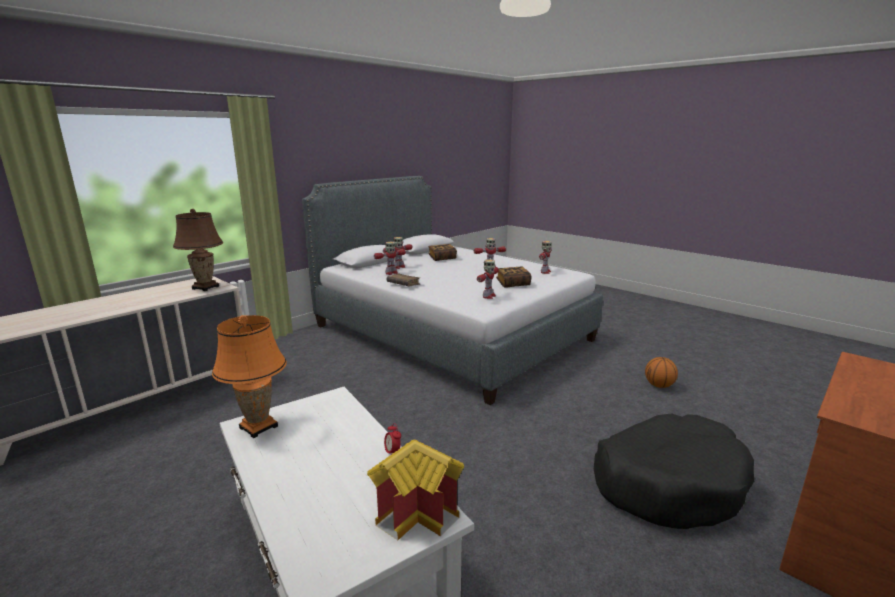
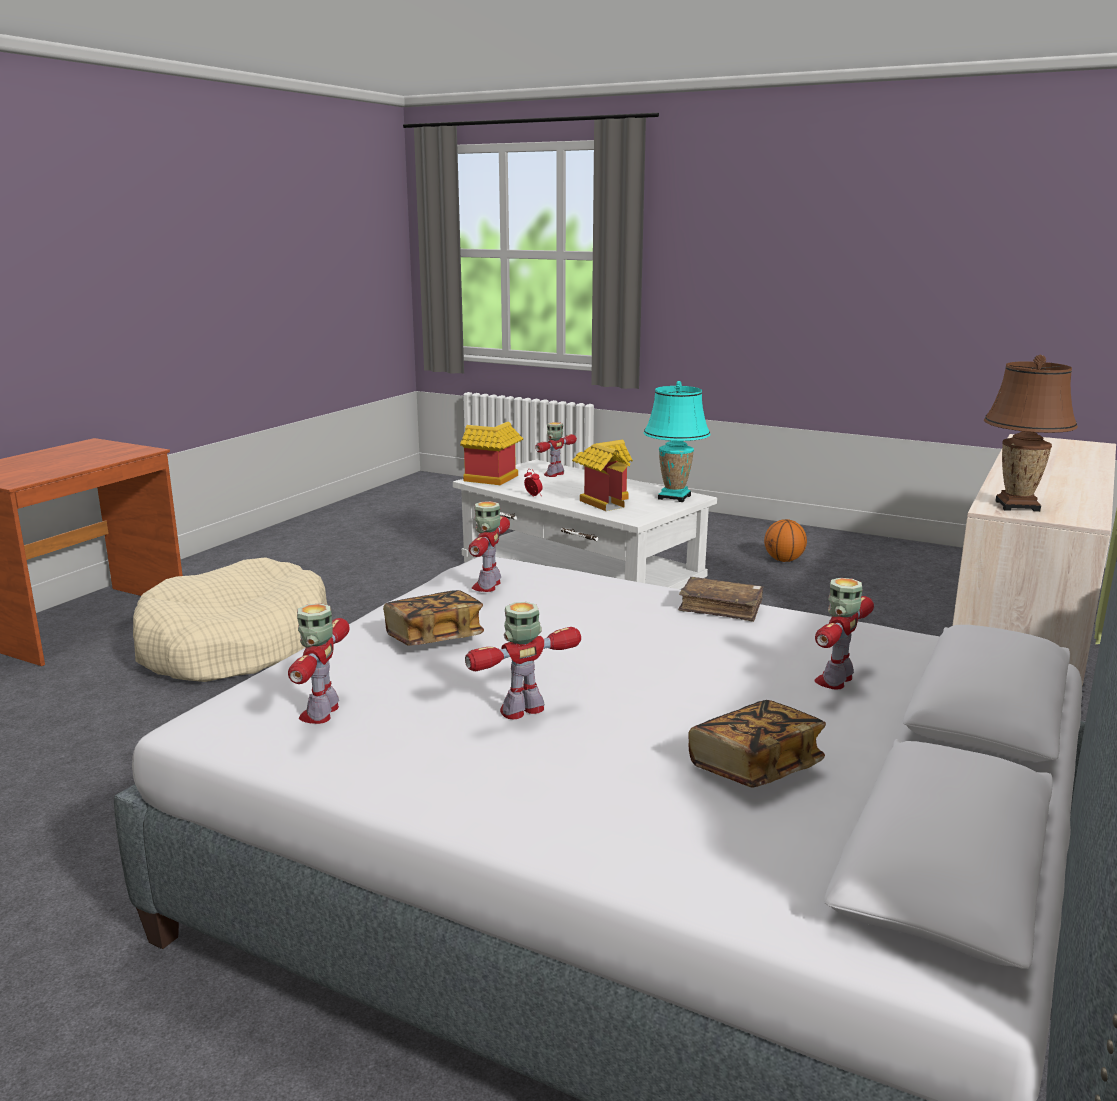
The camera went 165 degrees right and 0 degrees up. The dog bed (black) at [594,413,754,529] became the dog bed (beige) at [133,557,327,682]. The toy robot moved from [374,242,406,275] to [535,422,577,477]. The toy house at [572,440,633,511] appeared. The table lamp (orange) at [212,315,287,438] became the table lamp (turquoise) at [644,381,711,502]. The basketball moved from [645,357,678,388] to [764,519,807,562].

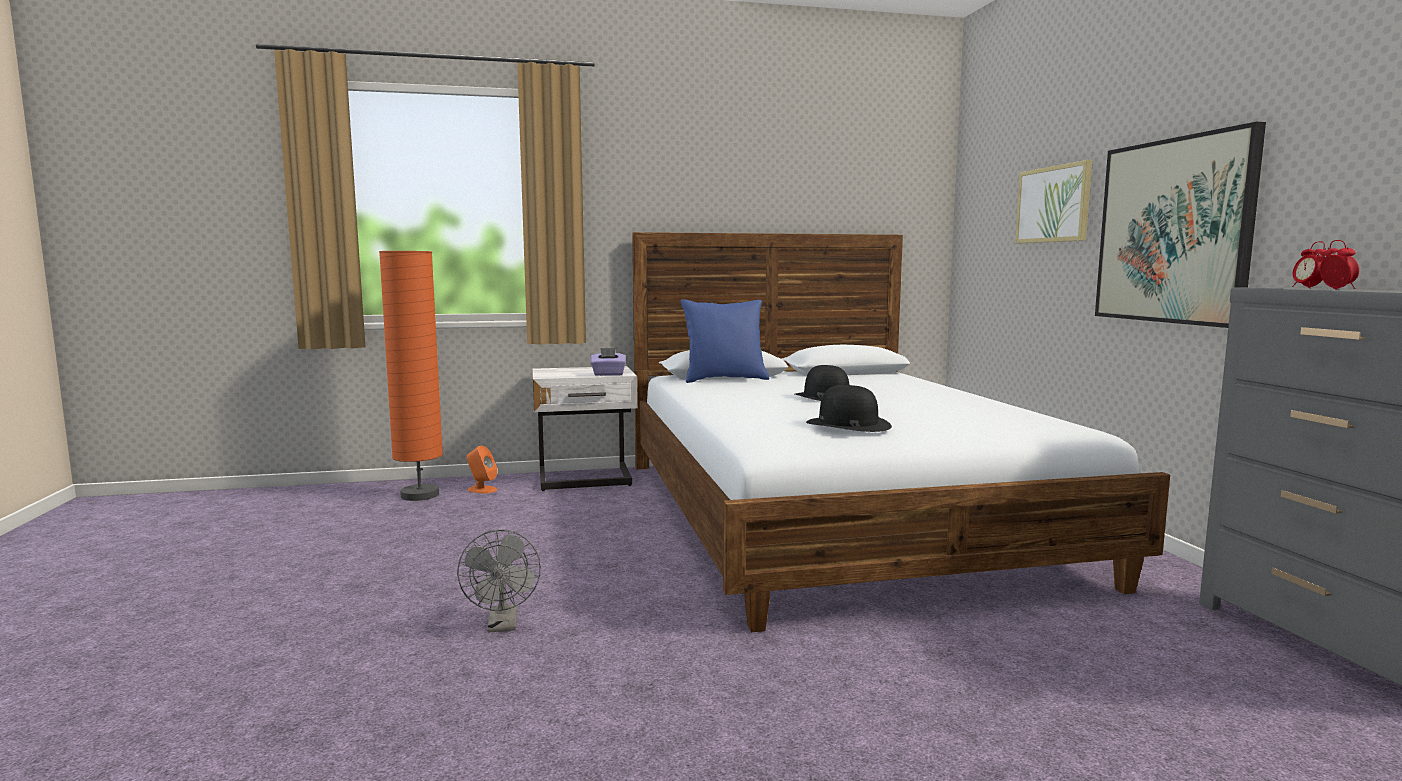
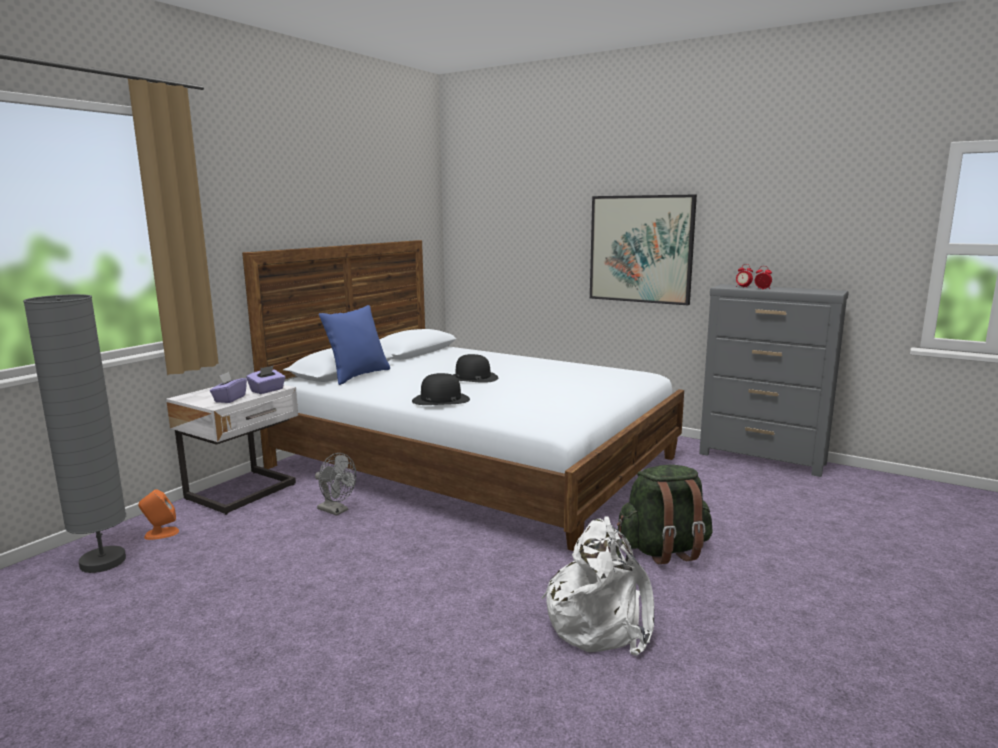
The camera went 45 degrees left and 5 degrees up. The floor lamp (orange) at [379,251,443,501] became the floor lamp (grey) at [23,294,126,573]. The tissue box (purple) at [210,372,247,403] appeared. The fan (grey) moved from [457,529,541,632] to [315,453,356,516]. The hat (black) moved from [806,385,892,432] to [412,373,470,405]. The backpack (white) at [541,516,654,656] appeared. The backpack (green) at [617,465,713,564] appeared. The picture at [1015,160,1092,243] disappeared.

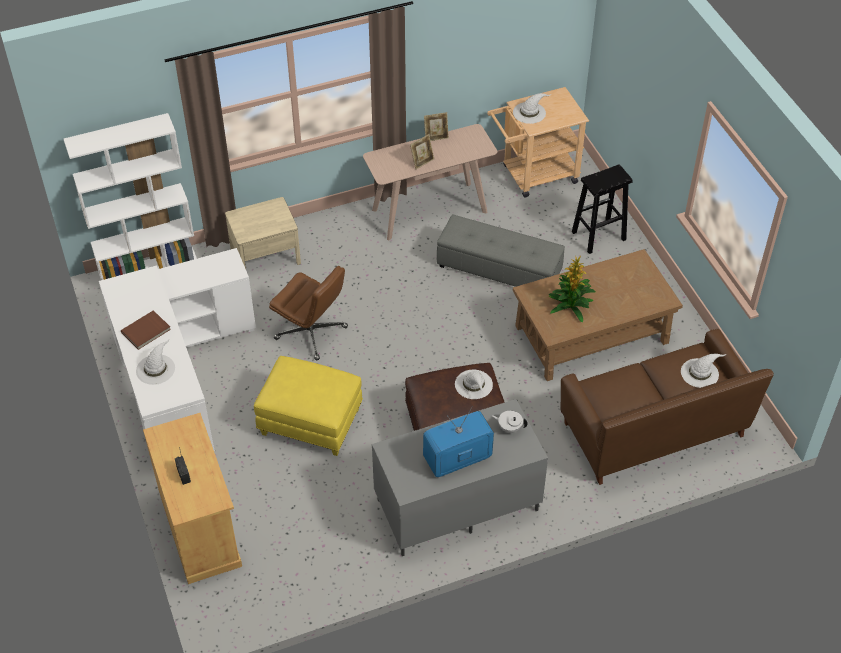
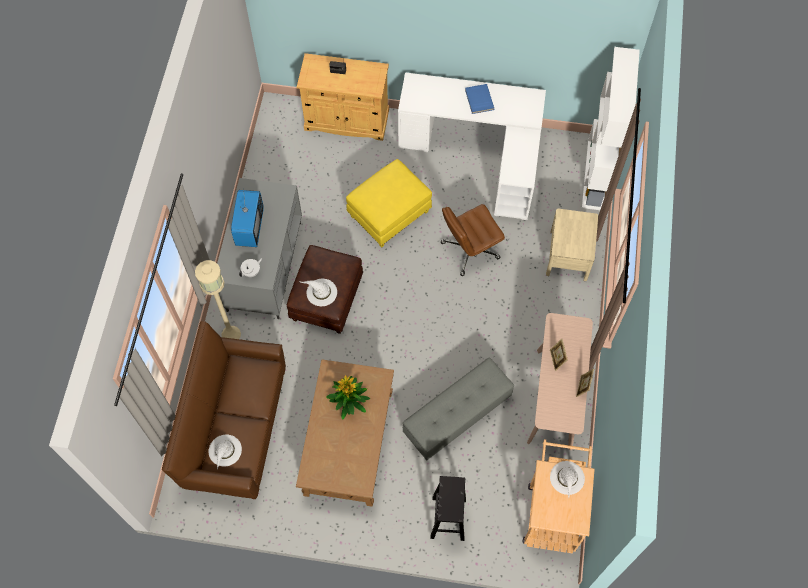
The camera went 120 degrees right and 15 degrees up. The floor lamp (beige) at [195,260,241,339] appeared. The book (brown) at [121,310,171,350] became the book (blue) at [465,84,494,114]. The hat (white) at [136,340,175,385] disappeared.

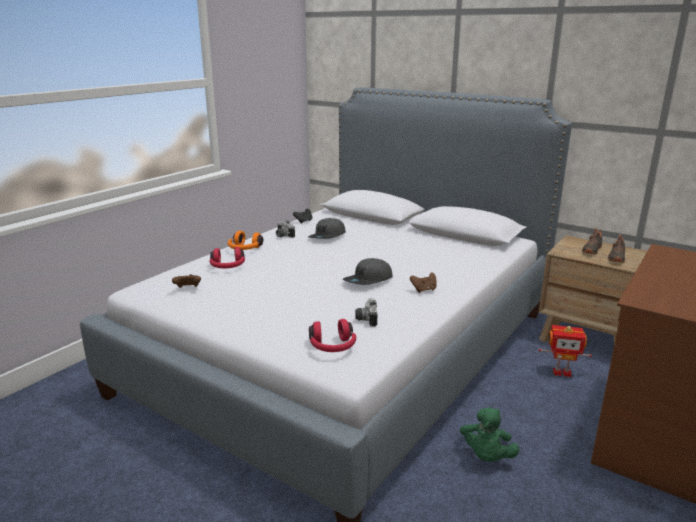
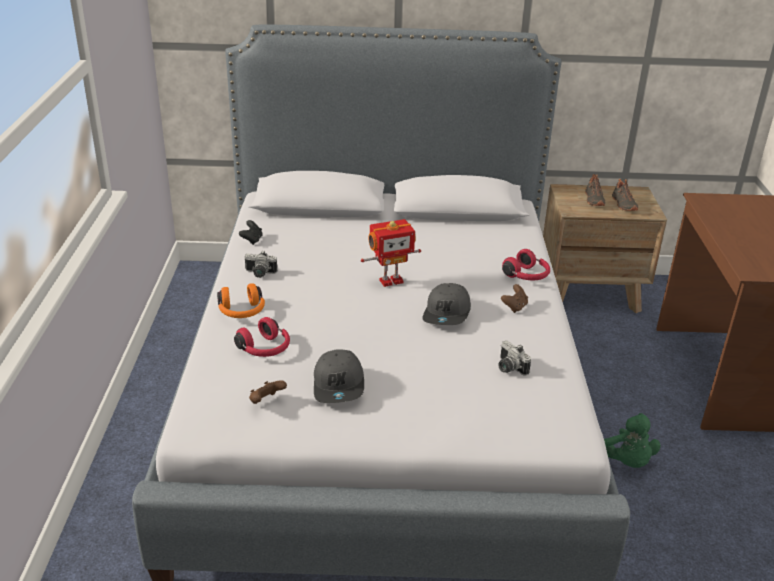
The camera went 35 degrees left and 10 degrees up. The cap (grey) moved from [308,218,346,239] to [314,349,364,403]. The toy robot moved from [539,325,592,377] to [361,219,421,287]. The headphones (red) moved from [309,319,356,352] to [502,249,550,280].

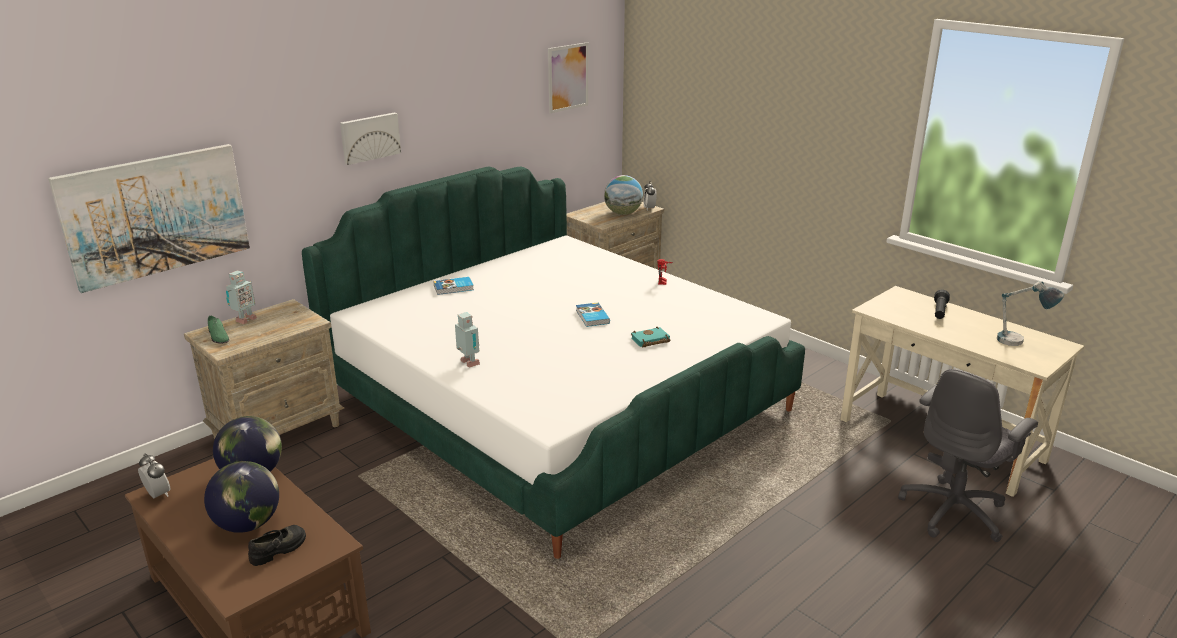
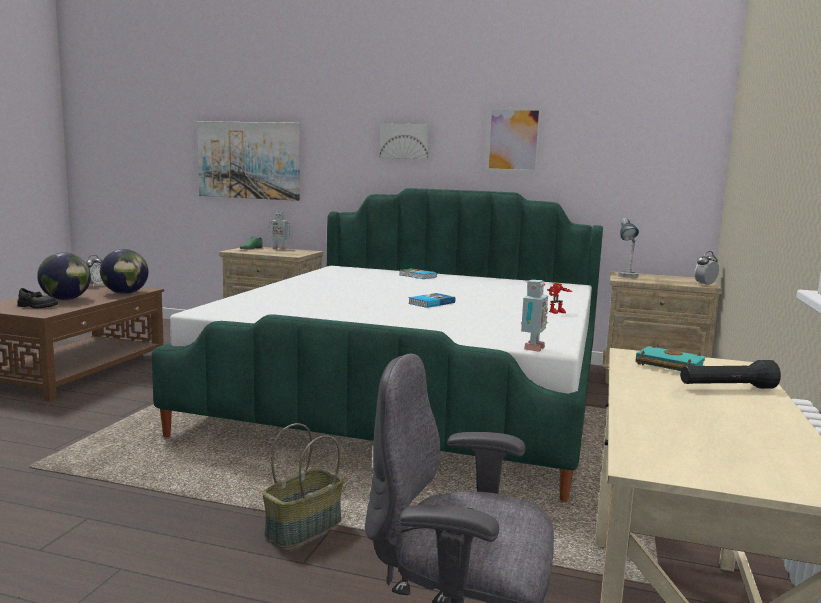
The camera went 60 degrees right and 15 degrees down. The basket at [262,423,344,548] appeared. The picture moved from [548,42,588,113] to [486,107,542,173]. The toy robot moved from [455,312,480,368] to [521,280,548,352]. The table lamp moved from [997,281,1064,346] to [618,218,639,278]. The book (turquoise) moved from [631,326,670,348] to [635,344,706,371]. The globe at [604,175,643,215] disappeared.

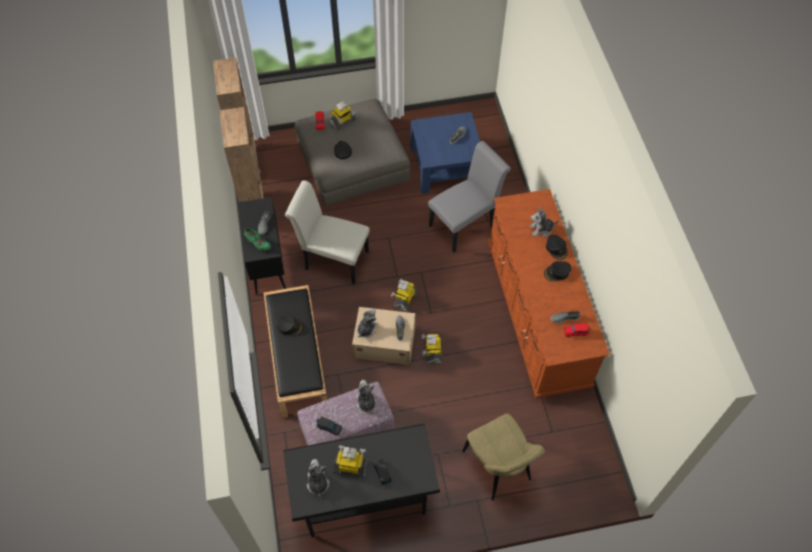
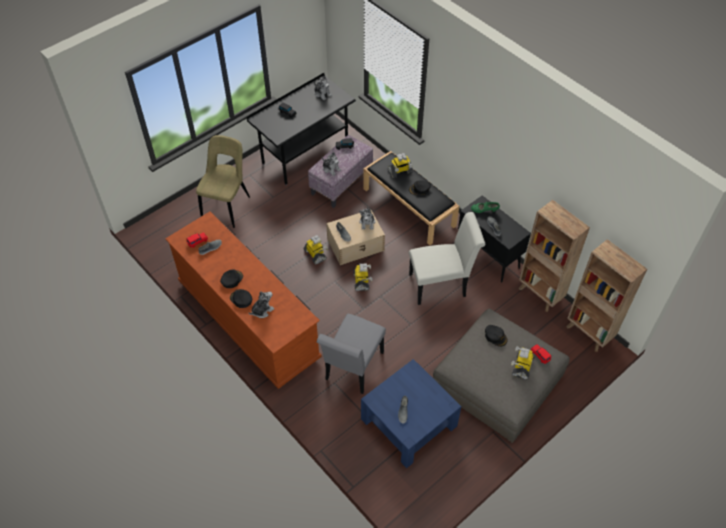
The camera went 150 degrees right and 5 degrees down. The chair (beige) at [462,414,545,501] turned 75 degrees clockwise. The toy robot moved from [333,445,368,478] to [388,153,413,178].

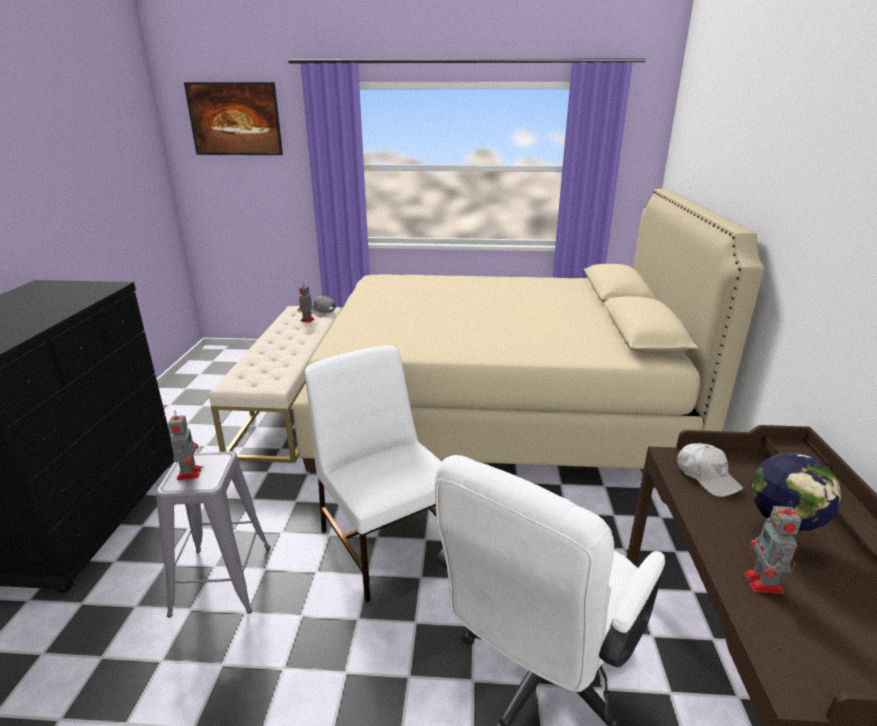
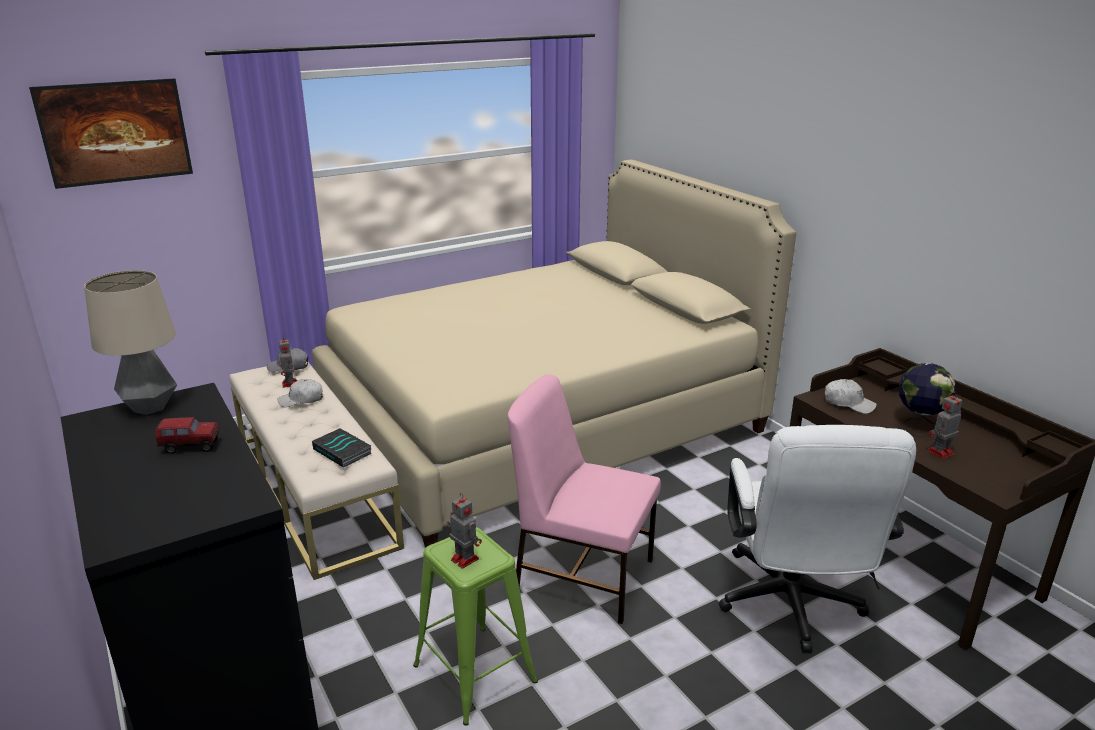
The camera went 35 degrees left and 0 degrees up. The table lamp at [84,270,177,415] appeared. The toy truck at [155,417,219,454] appeared. The cap (white) at [277,379,323,407] appeared. The book at [312,428,372,468] appeared. The stool (grey) at [155,451,270,618] became the stool (green) at [413,527,538,725]. The chair (white) at [305,345,442,602] became the chair (pink) at [508,374,661,624]. The toy robot at [744,501,801,594] turned 90 degrees clockwise.

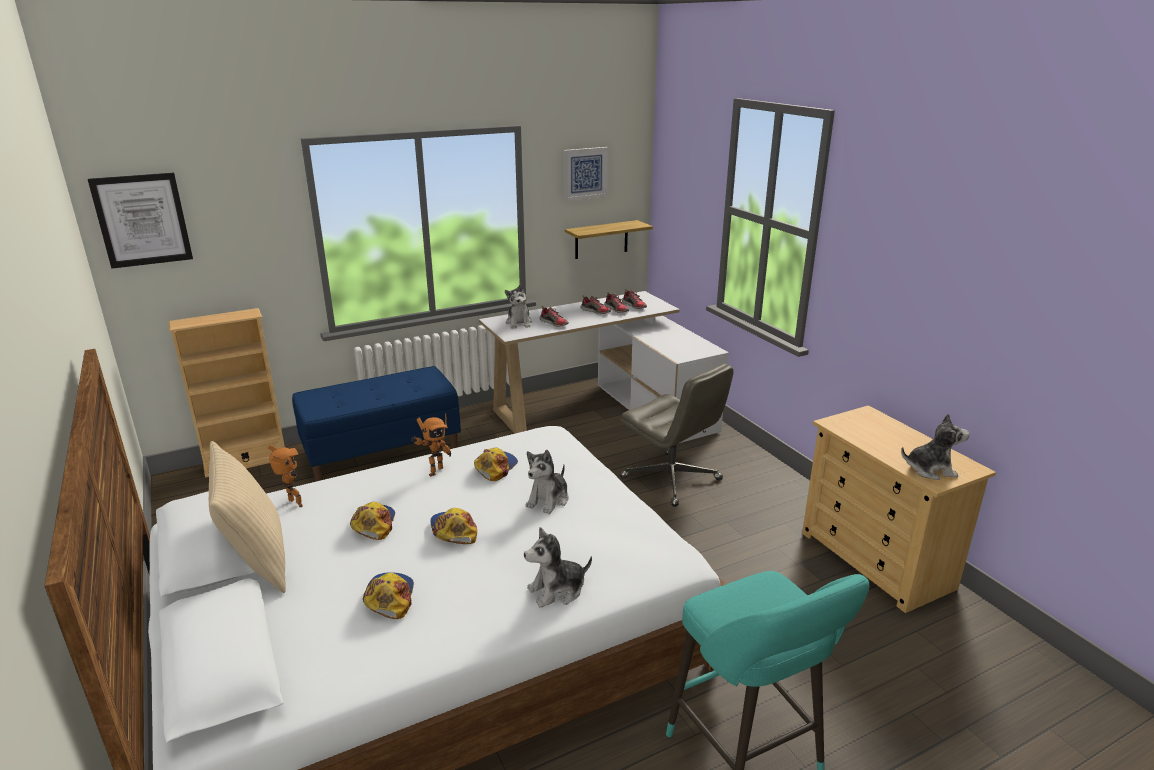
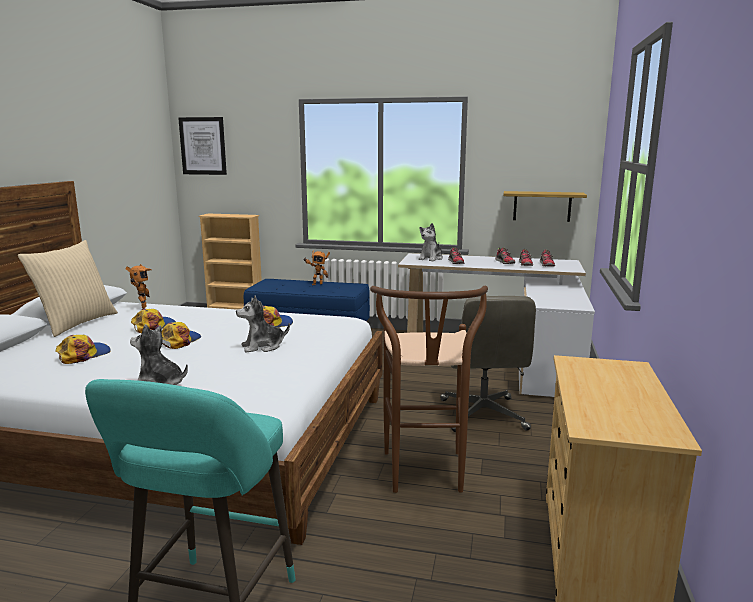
The camera went 40 degrees right and 10 degrees down. The toy robot moved from [411,413,451,477] to [303,250,330,285]. The stool (brown) at [370,286,488,493] appeared. The picture at [563,147,609,201] disappeared. The plush toy at [901,413,970,480] disappeared.

